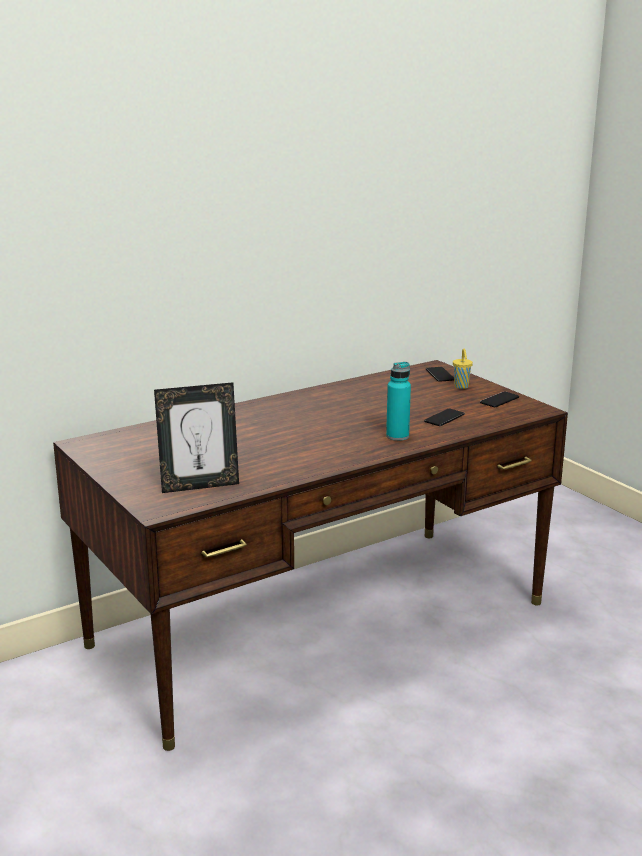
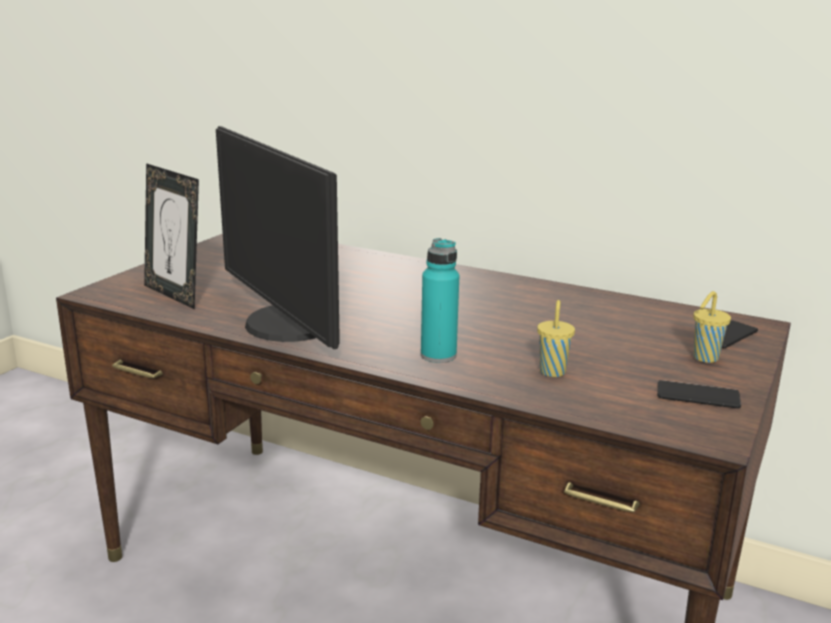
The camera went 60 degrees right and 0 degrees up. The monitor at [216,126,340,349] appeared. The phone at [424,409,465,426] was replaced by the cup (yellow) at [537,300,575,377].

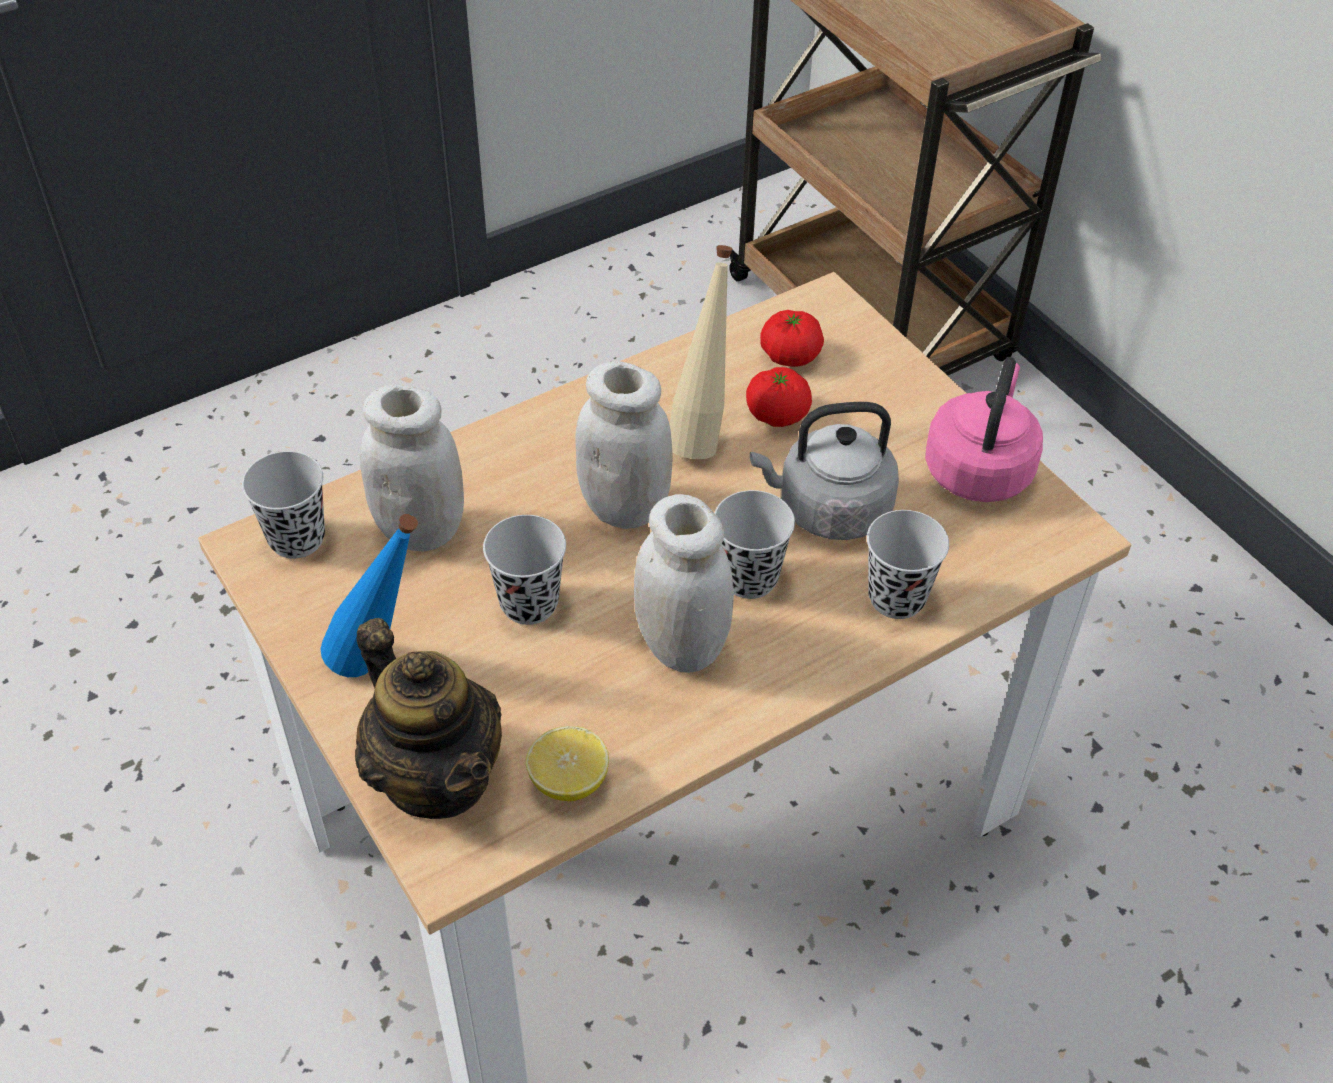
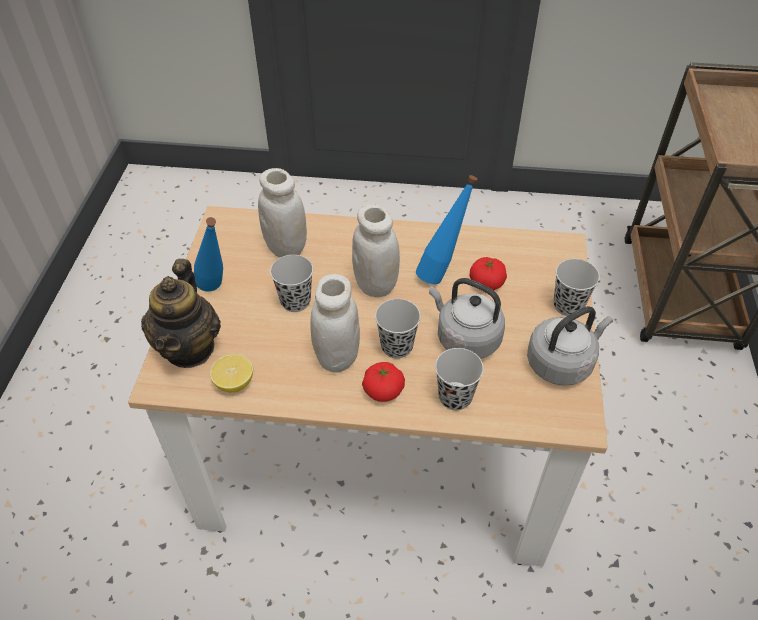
The camera went 40 degrees right and 0 degrees up. The tomato moved from [760,310,824,367] to [362,362,405,402]. The bottle (beige) at [669,245,733,459] became the bottle (blue) at [416,175,478,284]. The kettle (pink) at [925,357,1043,502] became the kettle (grey) at [527,306,613,386]. The cup (black) moved from [242,451,325,559] to [554,259,600,316].

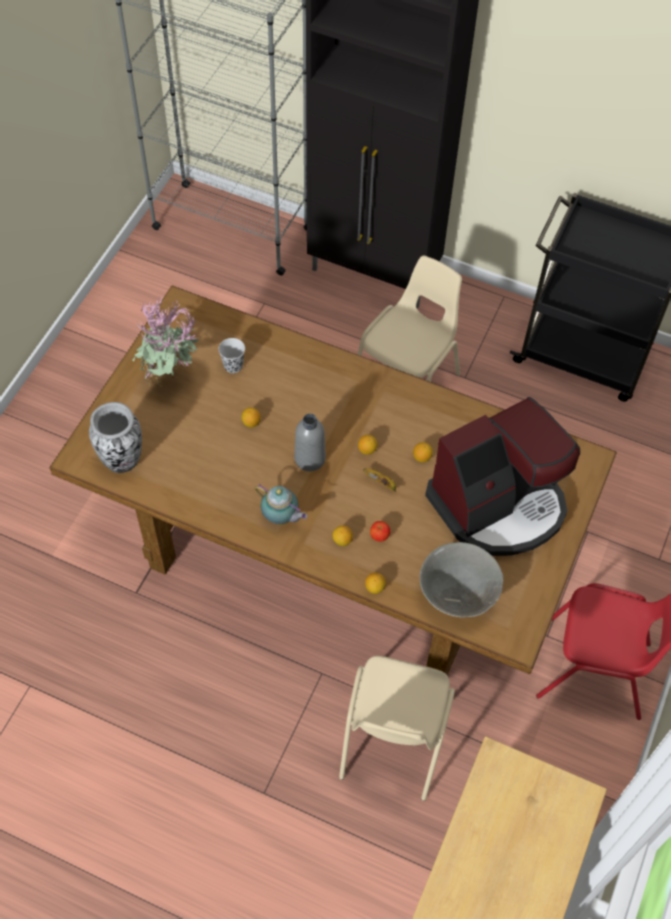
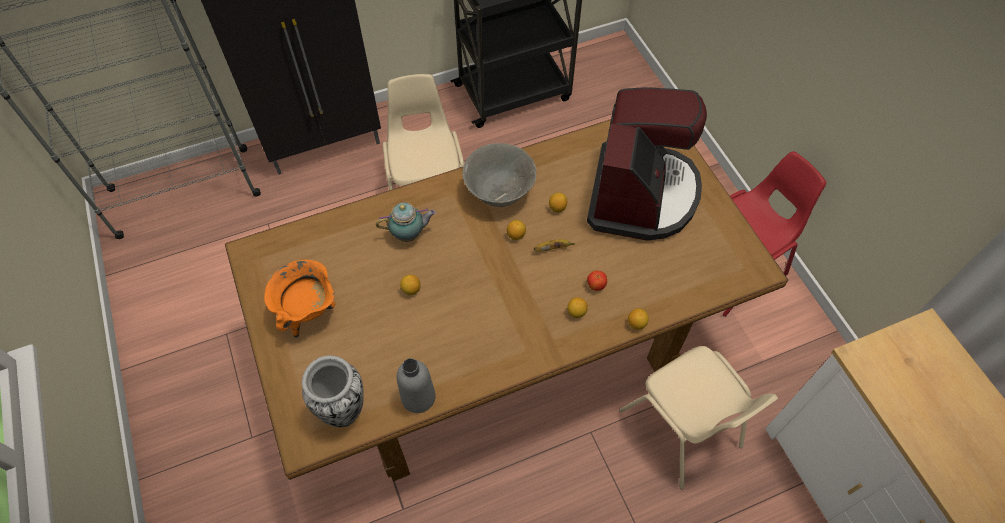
The camera went 45 degrees left and 0 degrees up. The potted plant at [133,295,198,387] was replaced by the cooking pot (orange) at [264,260,336,338]. The teapot moved from [254,484,307,525] to [376,203,436,242]. The bottle (grey) moved from [294,414,326,471] to [397,358,436,413]. The bowl (grey) moved from [420,542,504,618] to [463,143,537,207]. The cup (black) at [218,338,245,373] disappeared.

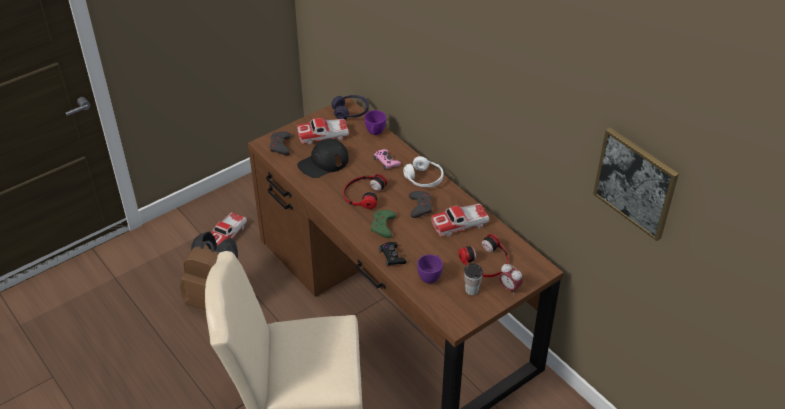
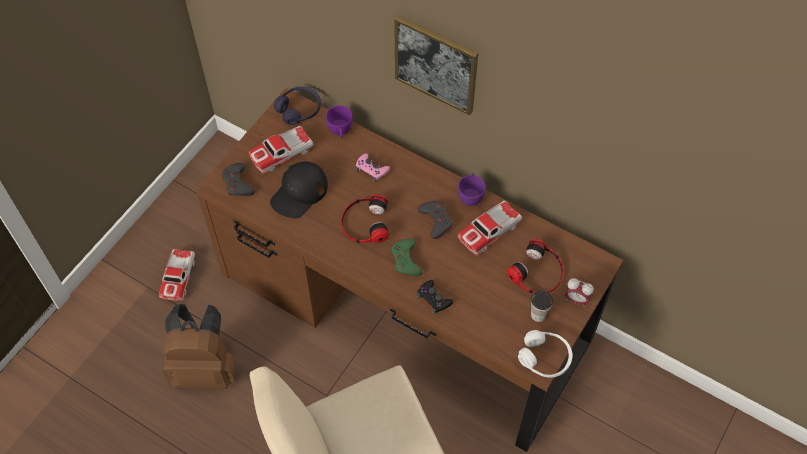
The camera went 20 degrees left and 15 degrees up. The picture moved from [593,128,679,241] to [394,15,478,115]. The cup (purple) moved from [417,254,443,283] to [458,173,486,206]. The headphones (white) moved from [403,156,443,187] to [518,330,573,377].

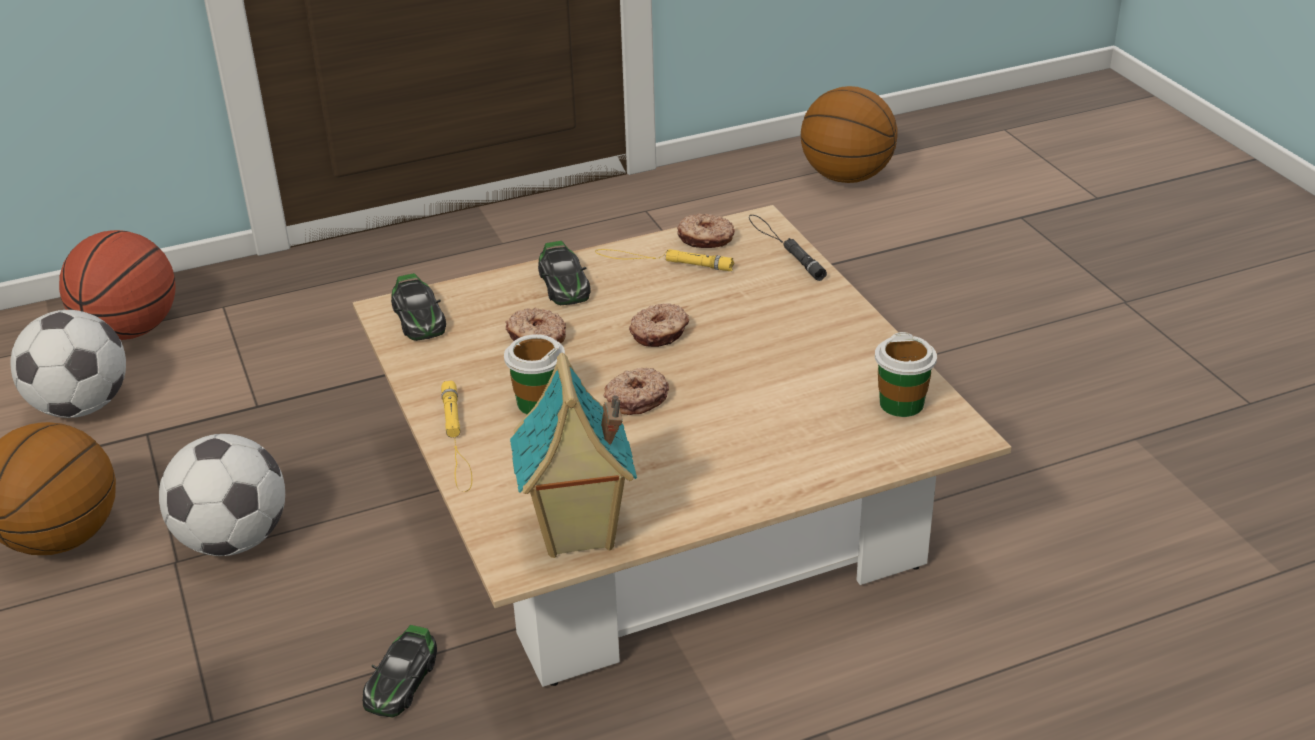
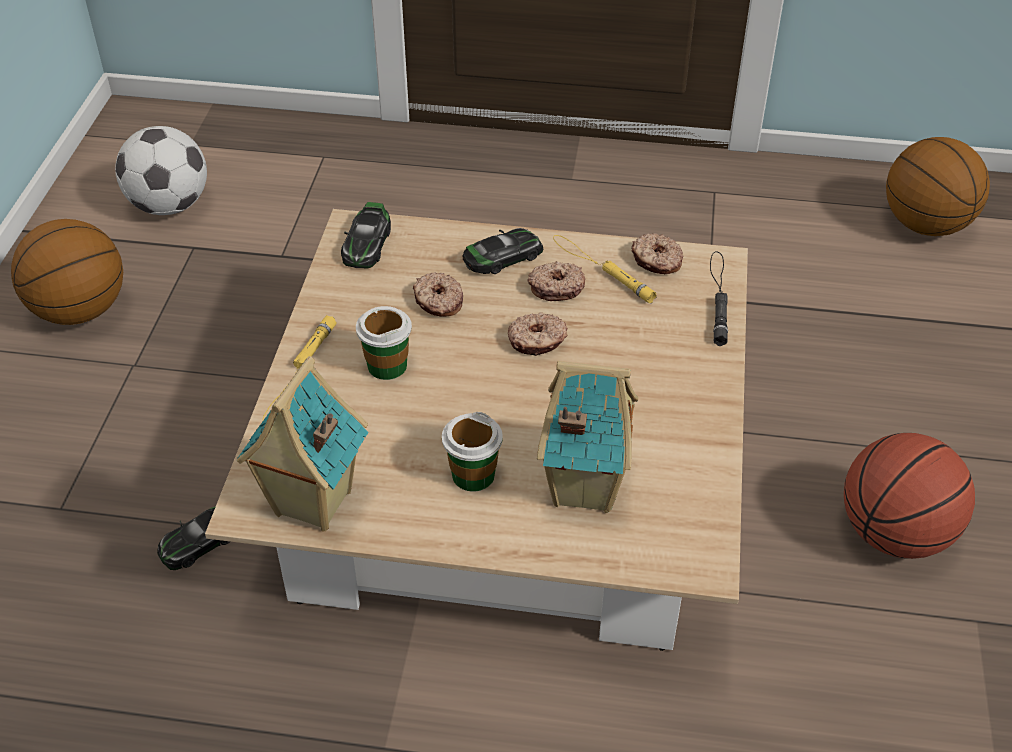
The camera went 30 degrees right and 10 degrees up. The cup moved from [875,332,937,417] to [442,412,503,492]. The toy car at [538,241,591,305] turned 135 degrees counterclockwise. The donut moved from [603,368,669,415] to [528,261,585,301]. The toy house at [537,361,638,513] appeared. The basketball moved from [59,230,176,340] to [844,433,975,559]. The football at [159,434,285,556] disappeared.

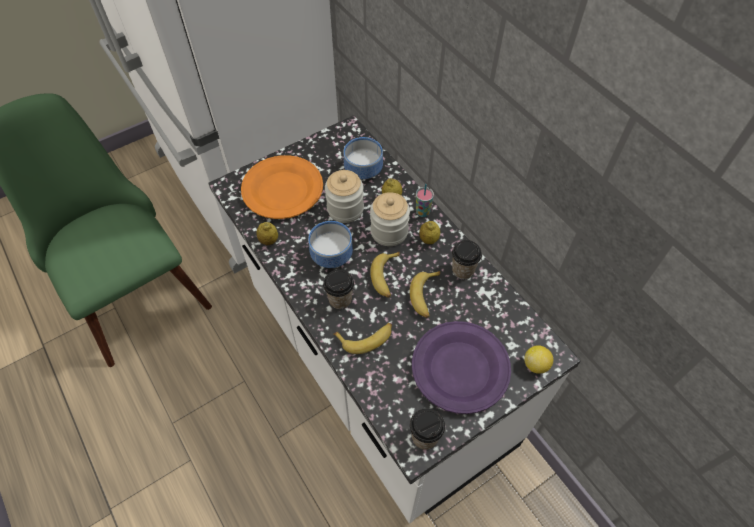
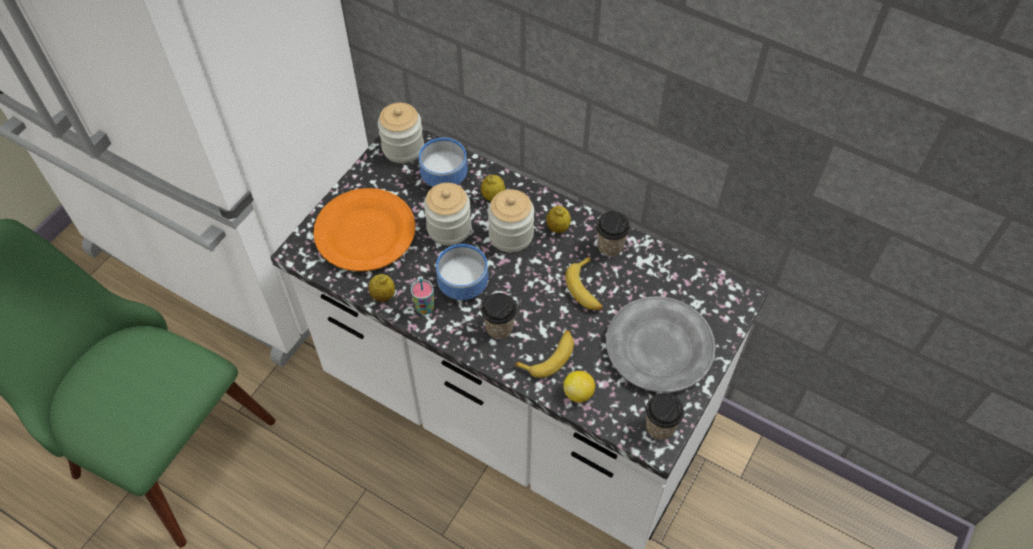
The camera went 25 degrees left and 0 degrees up. The jar at [378,103,424,163] appeared. The cup moved from [416,184,434,217] to [411,278,434,315]. The lemon moved from [524,345,553,374] to [563,371,595,402]. The plate (purple) at [412,321,511,414] became the plate (grey) at [606,296,716,393]. The banana at [370,252,400,298] disappeared.

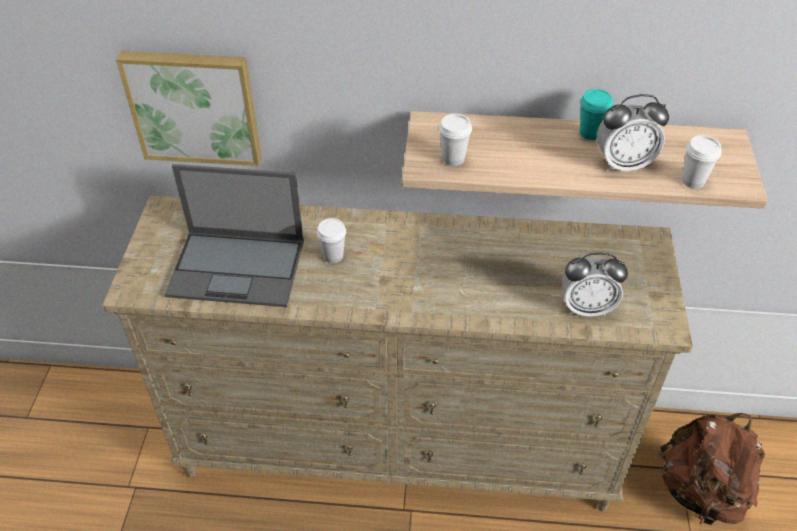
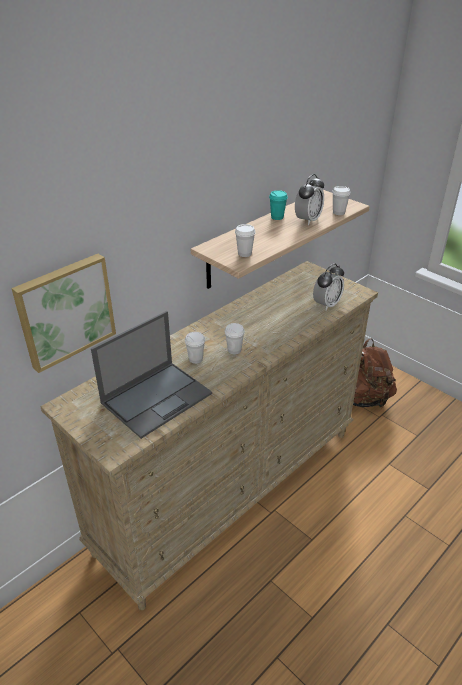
The camera went 50 degrees left and 10 degrees down. The cup (white) at [225,323,245,354] appeared.

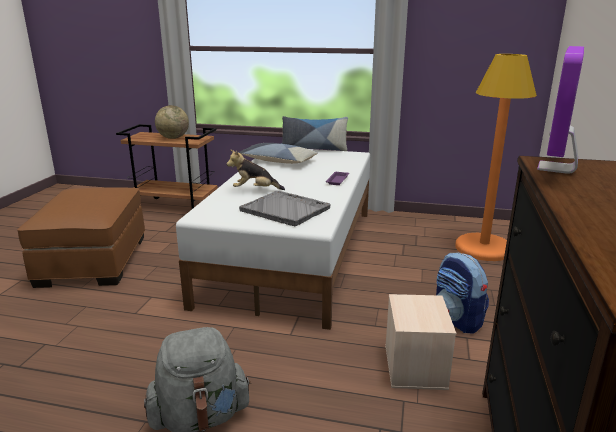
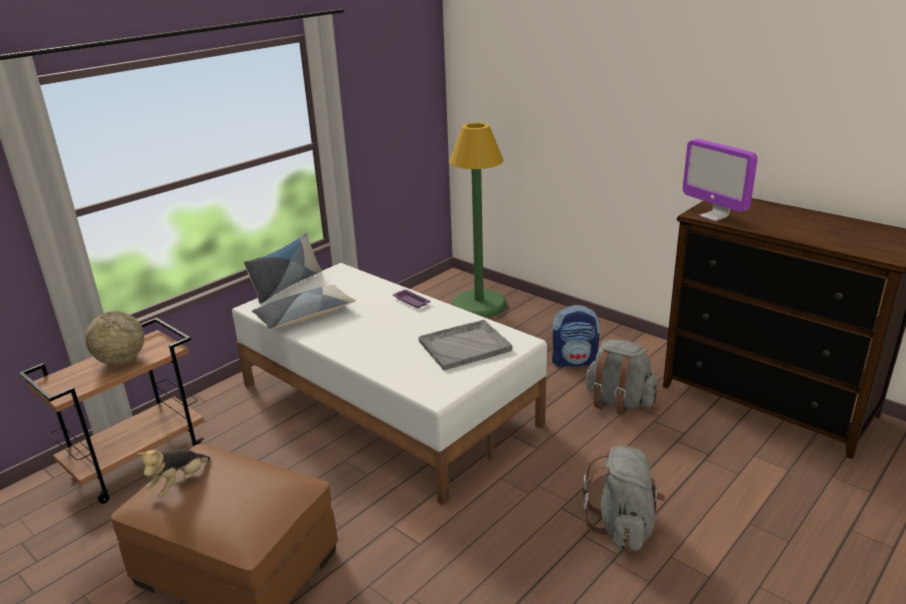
The camera went 60 degrees left and 5 degrees up. The plush toy moved from [226,149,285,190] to [137,449,211,497]. The floor lamp (orange) at [455,54,537,261] became the floor lamp (green) at [449,122,506,317]. The storage box (beige) at [385,294,456,390] was replaced by the backpack (grey) at [586,339,658,415].

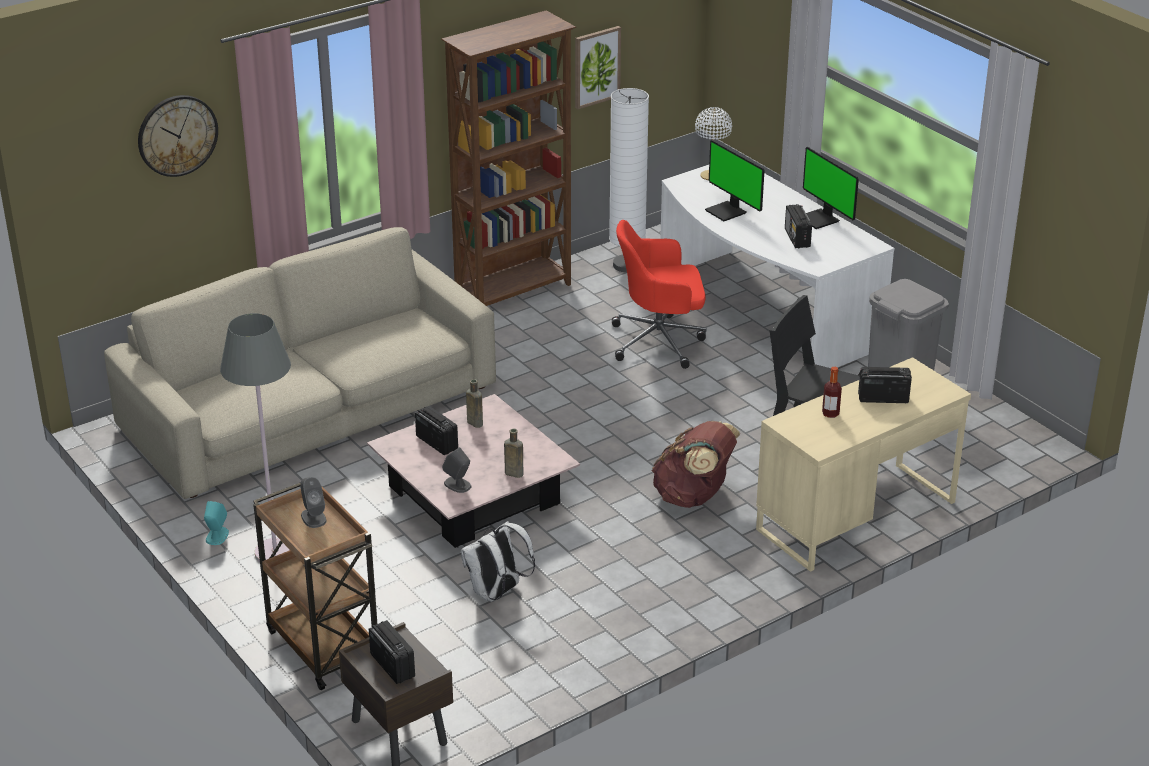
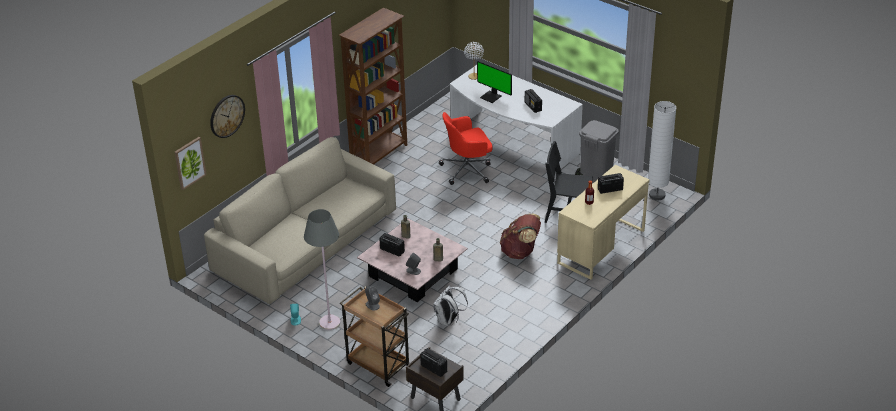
The camera went 15 degrees left and 5 degrees up. The picture moved from [575,26,621,109] to [175,137,206,190]. The floor lamp (white) moved from [609,88,649,272] to [648,101,676,200]. The monitor at [803,147,859,229] disappeared.

